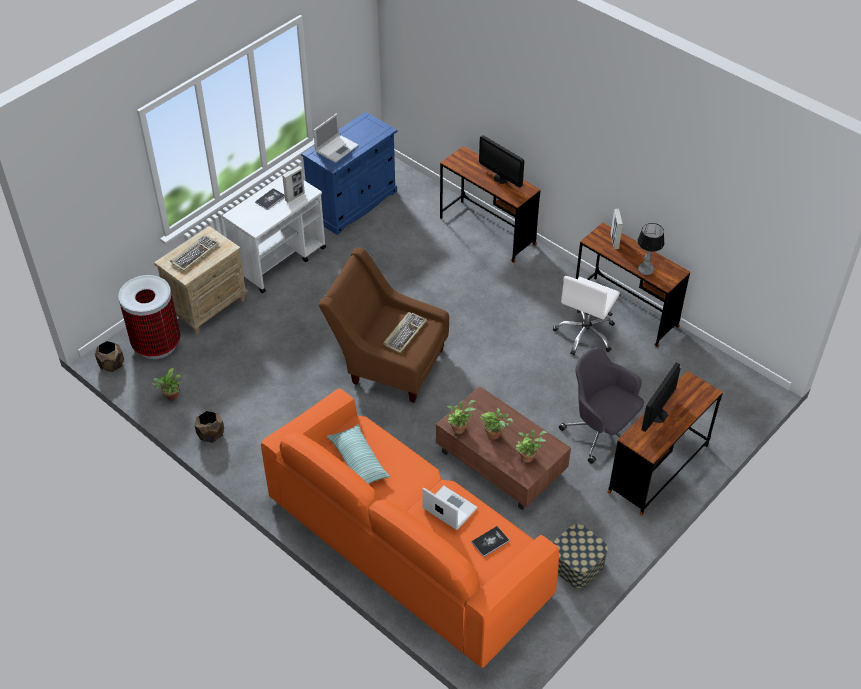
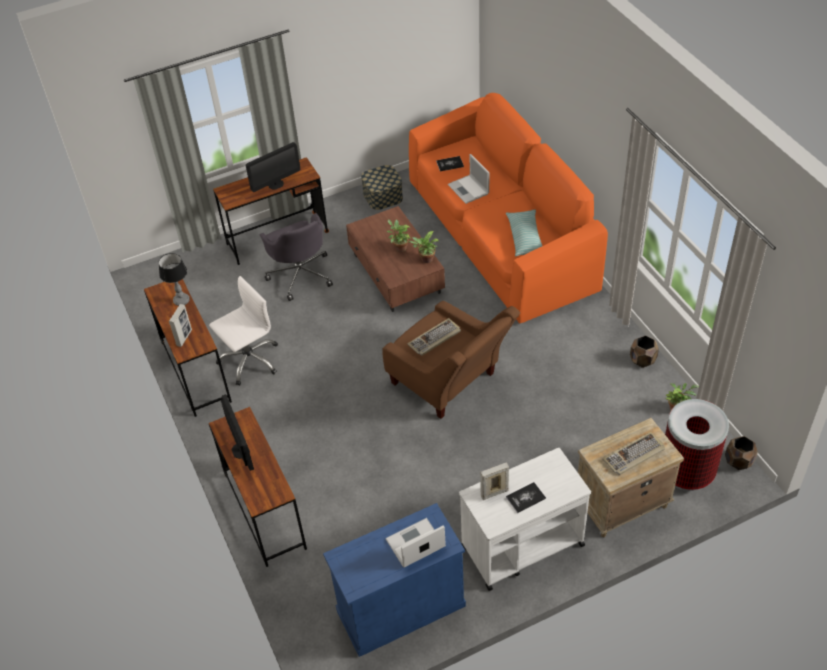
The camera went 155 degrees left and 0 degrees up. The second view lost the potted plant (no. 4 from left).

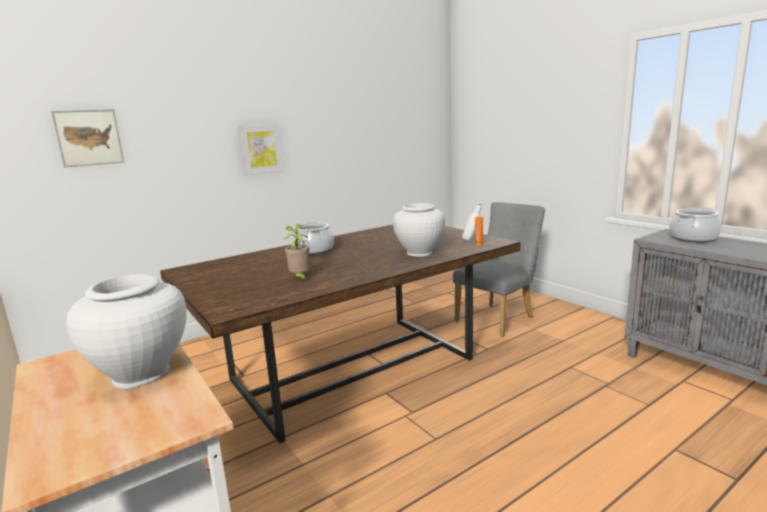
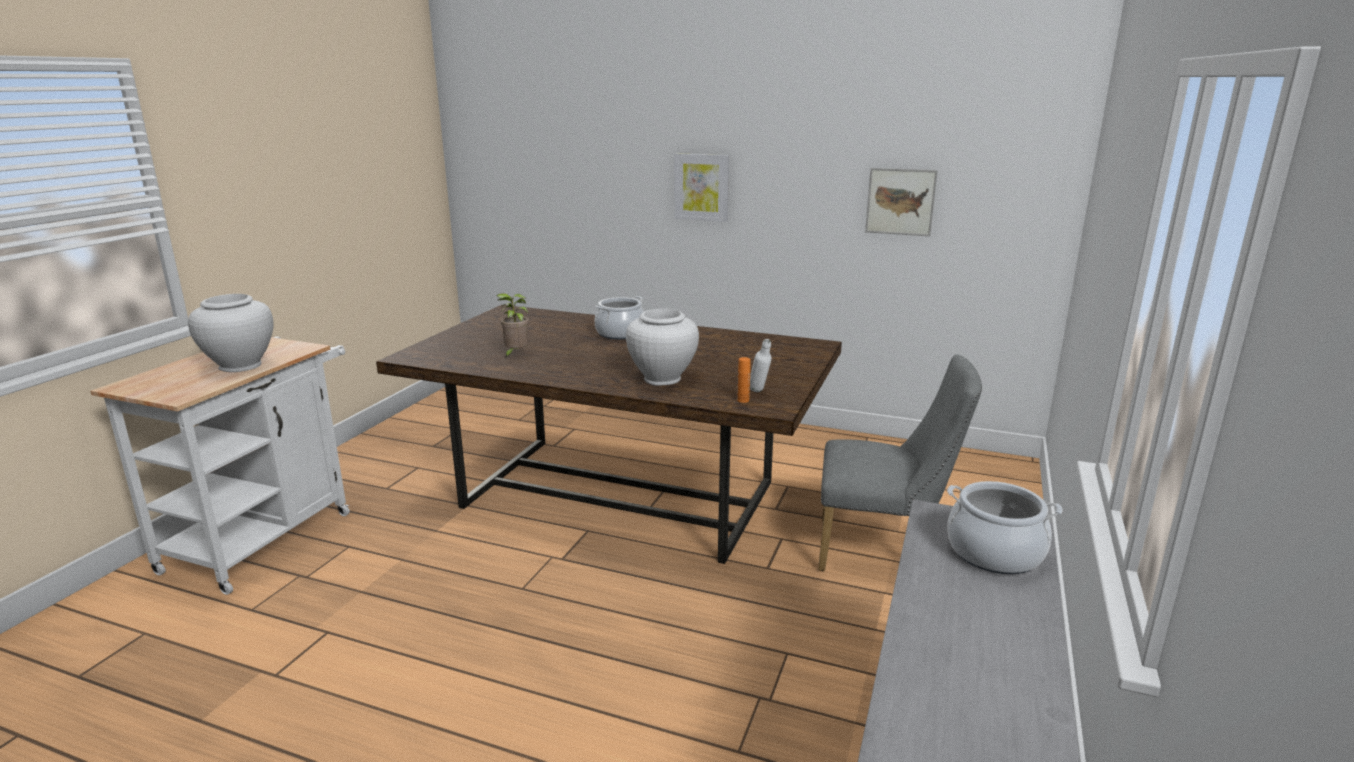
The camera went 55 degrees right and 5 degrees up. The picture (no. 1 from left in the first image) ended up elsewhere.

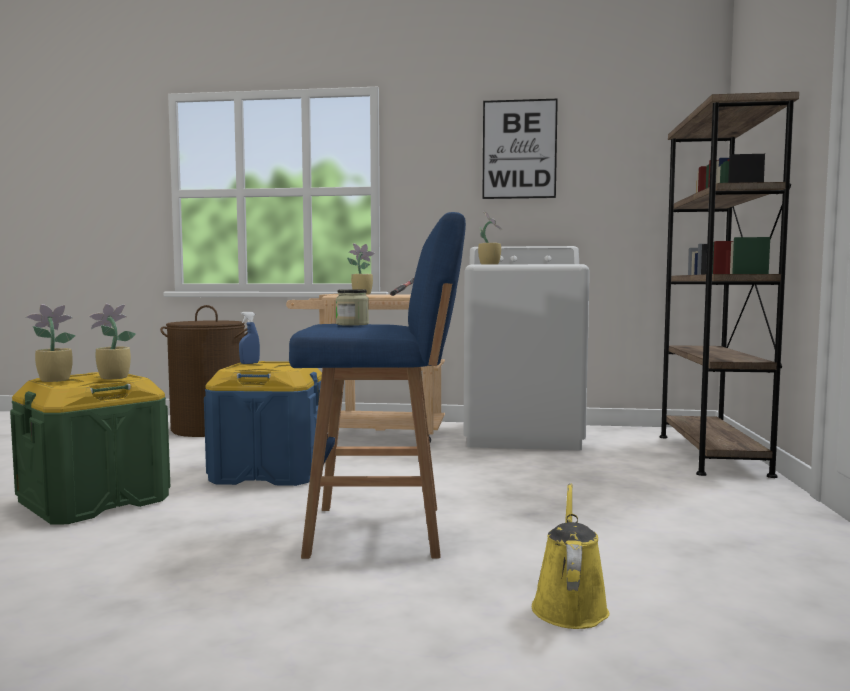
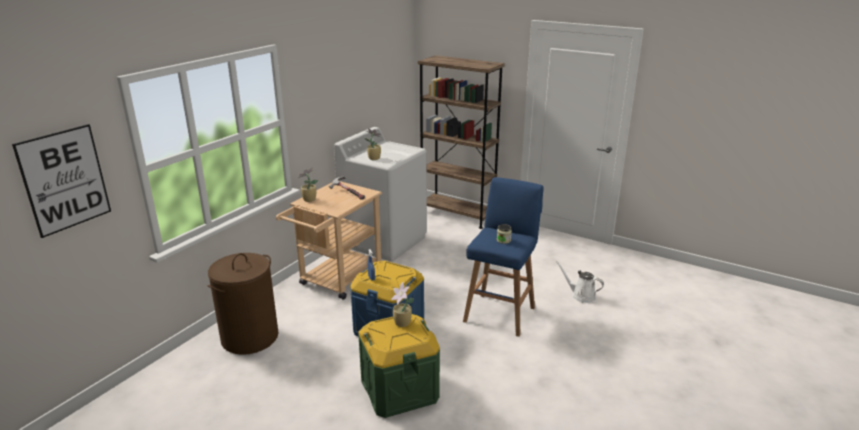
The camera went 65 degrees left and 20 degrees up. The picture ended up elsewhere. The second view lost the potted plant (no. 1 from left). What was the yellow watering can turned into the white watering can.

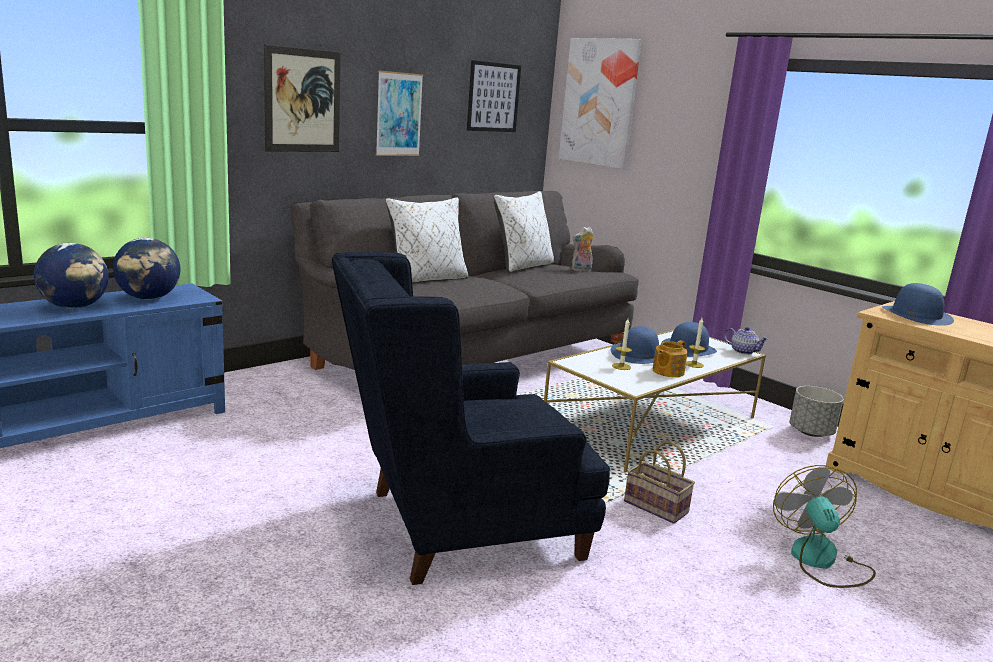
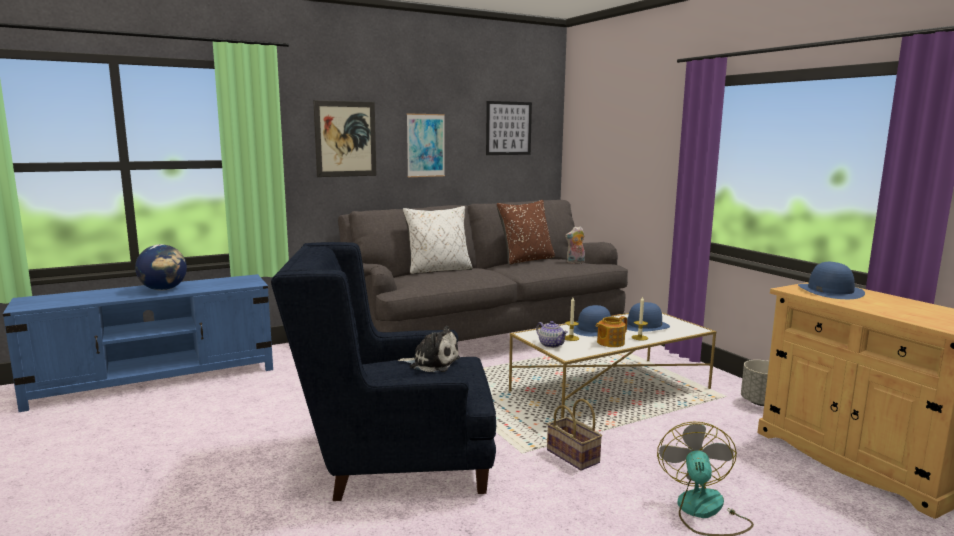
The camera went 15 degrees right and 5 degrees down. The second view lost the picture (no. 4 from left). What was the white pillow (no. 2 from left) turned into the brown pillow. The second view lost the globe (no. 2 from left). The teapot (no. 2 from left in the first image) ended up elsewhere. The second view gained the plush toy (no. 1 from left).

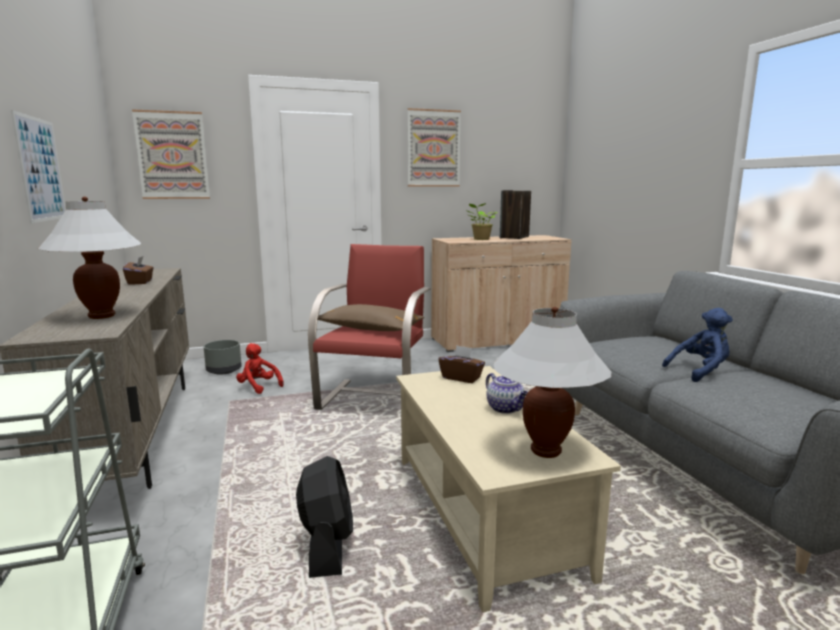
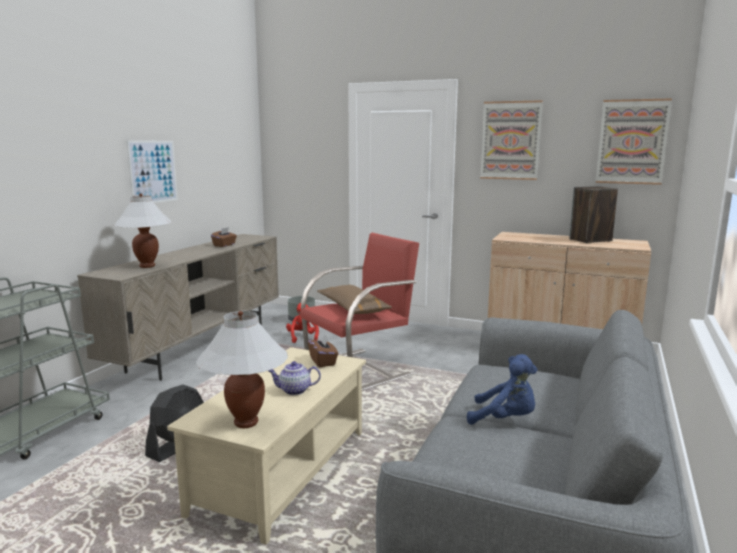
The camera went 40 degrees right and 0 degrees up. The picture (no. 2 from left in the first image) ended up elsewhere. The second view lost the potted plant. The teapot ended up facing another way, 75 degrees clockwise from before.

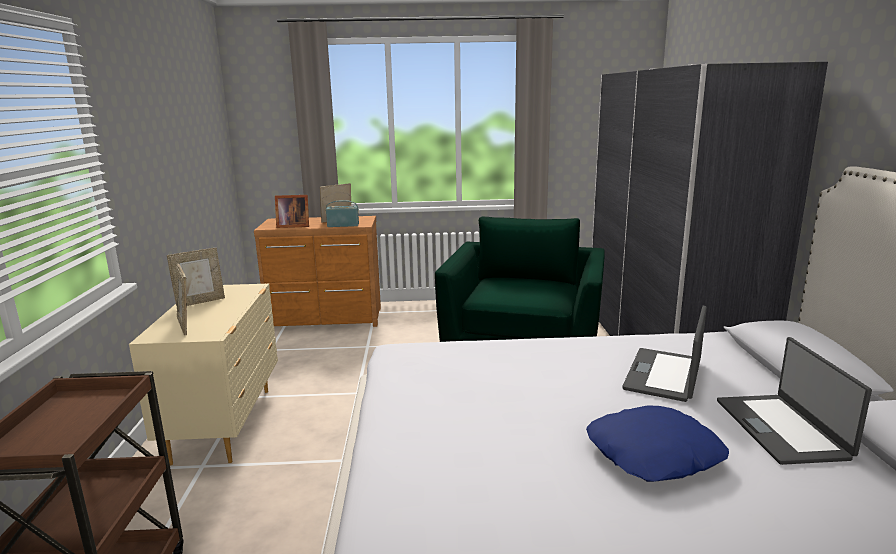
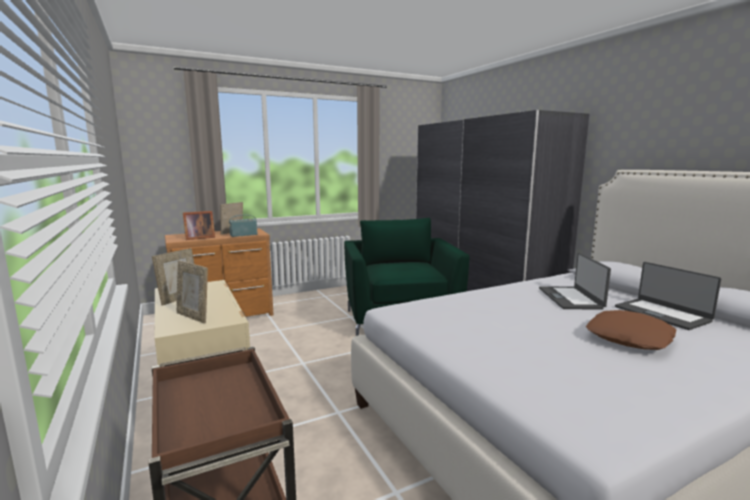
The camera went 25 degrees left and 5 degrees down. What was the blue pillow turned into the brown pillow.

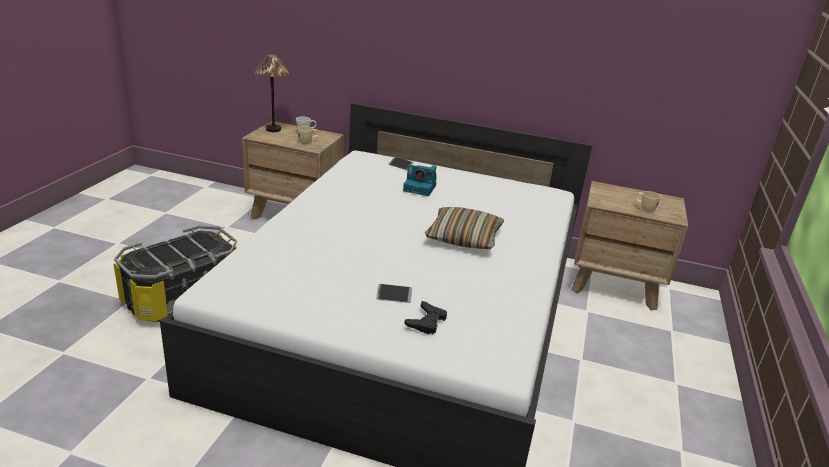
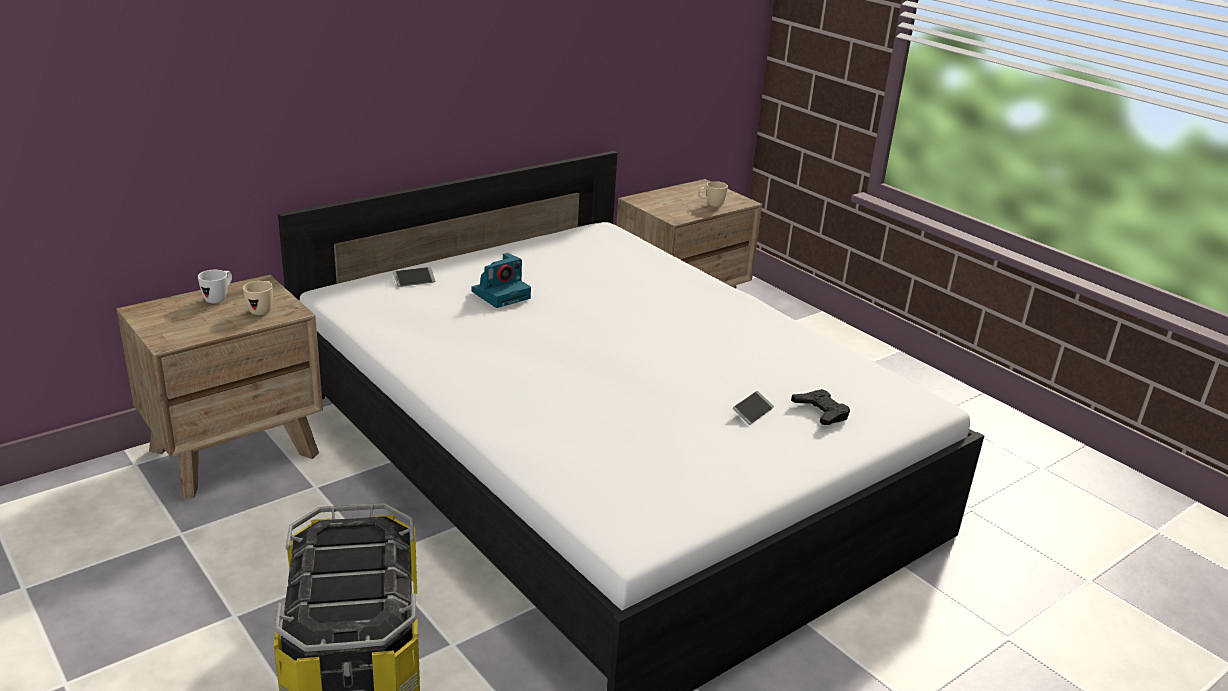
The camera went 55 degrees left and 0 degrees up. The second view lost the table lamp. The second view lost the pillow.

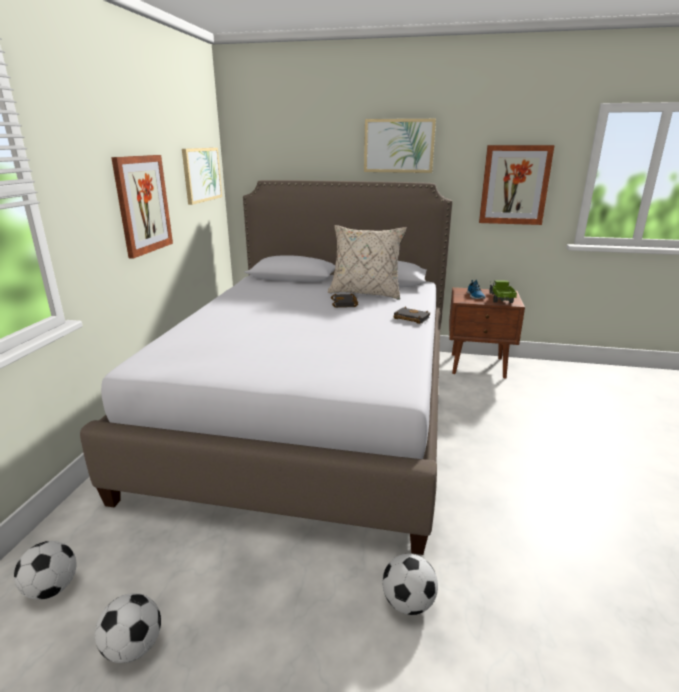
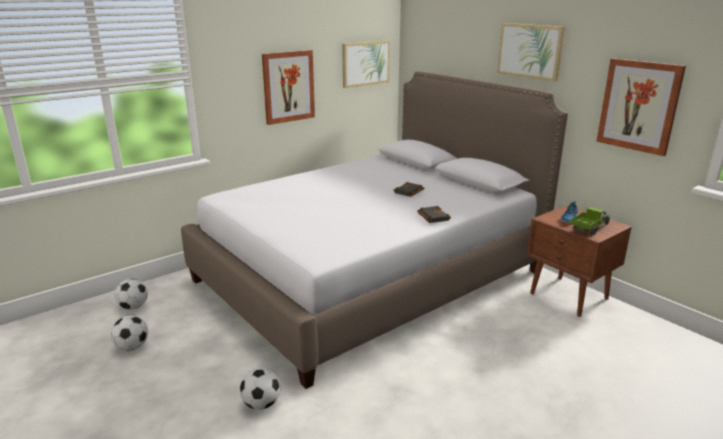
The camera went 40 degrees right and 0 degrees up. The second view lost the beige pillow.

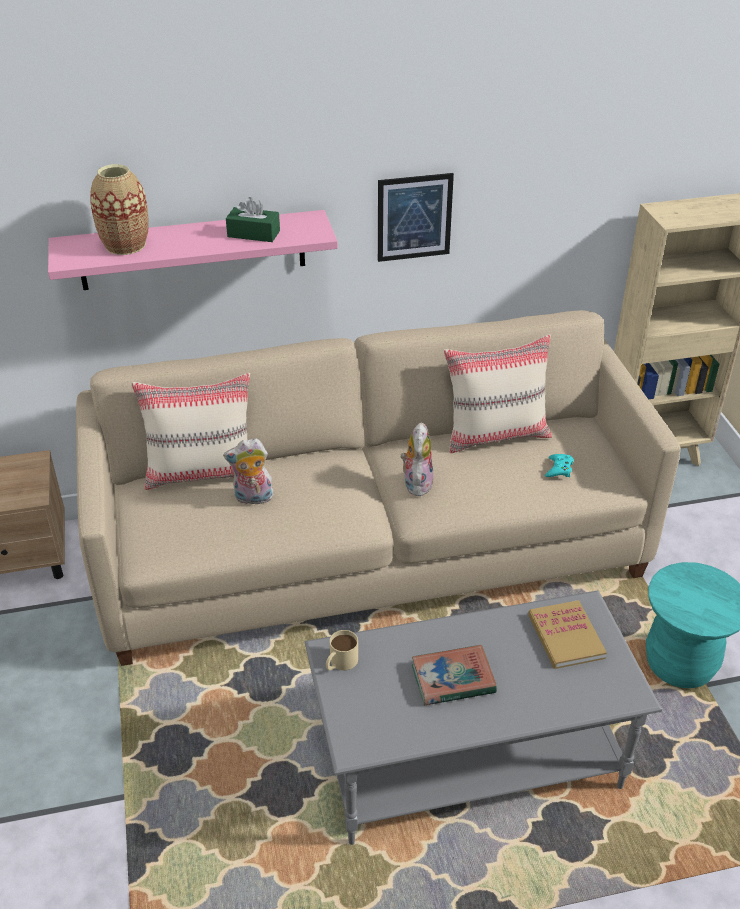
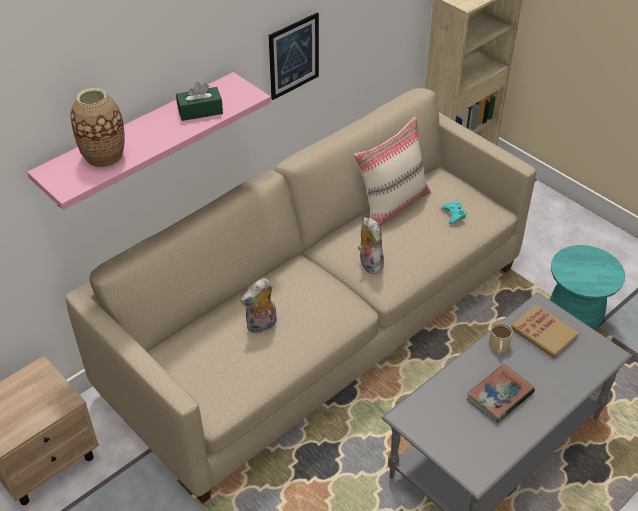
The camera went 30 degrees left and 5 degrees up. The second view lost the beige pillow (no. 1 from left). The beige mug ended up elsewhere.

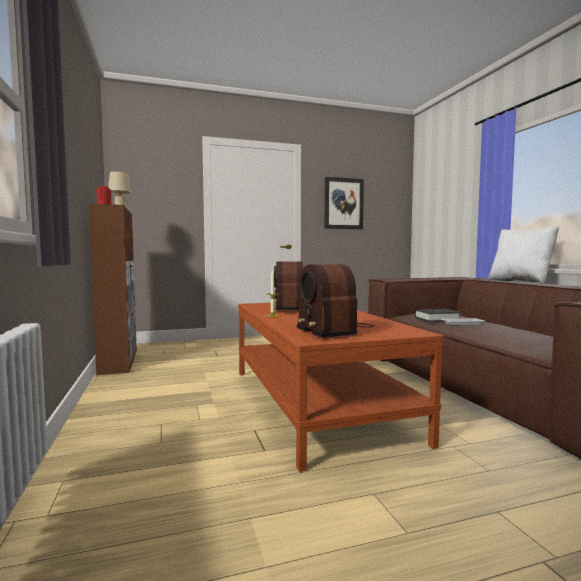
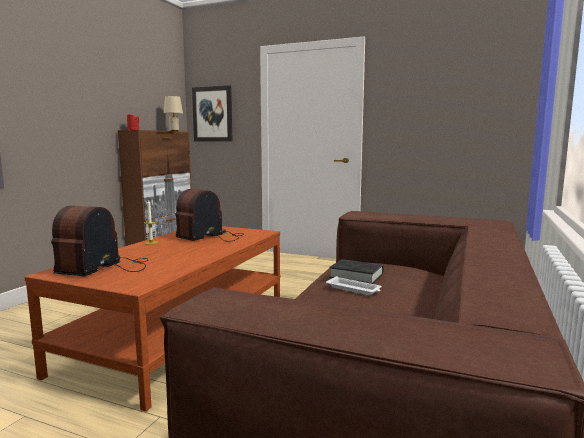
The camera went 40 degrees right and 5 degrees up. The picture ended up elsewhere. The second view lost the white pillow.

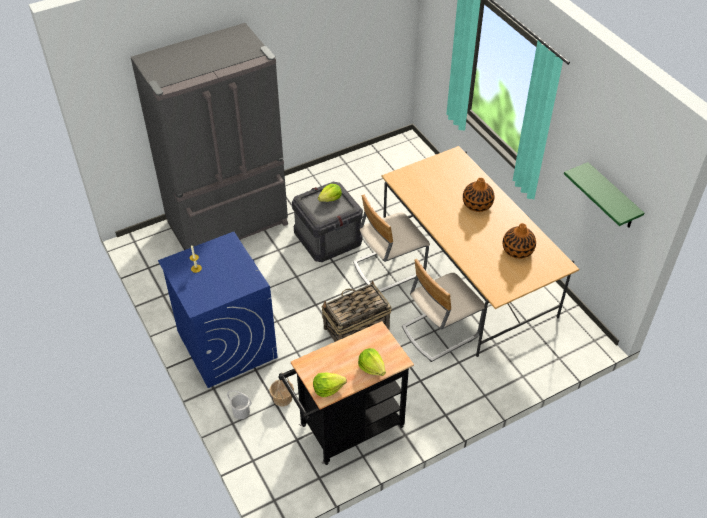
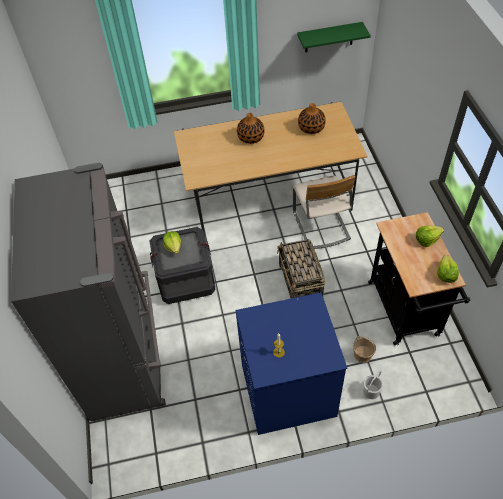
The camera went 70 degrees left and 5 degrees up. The second view lost the beige chair (no. 1 from left).

